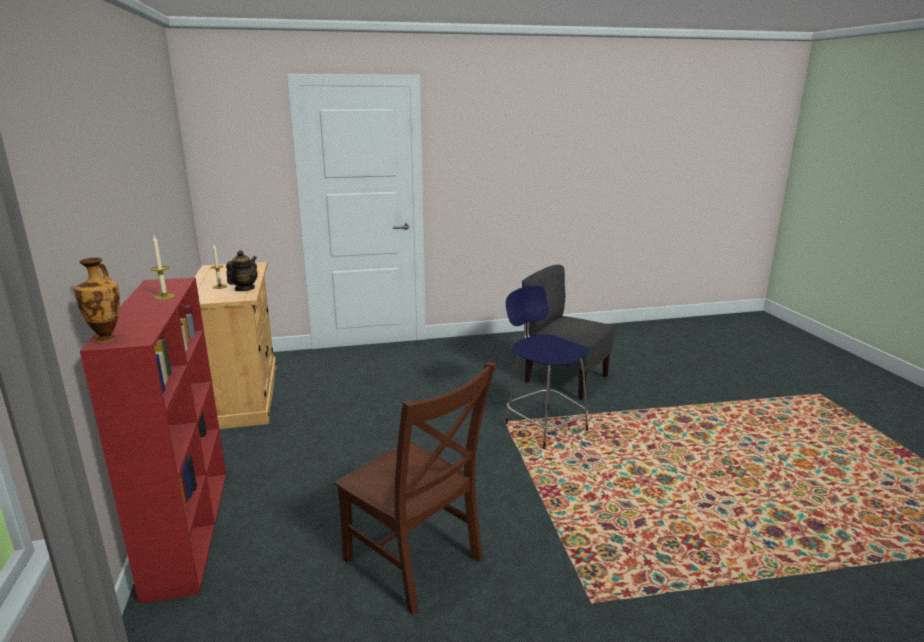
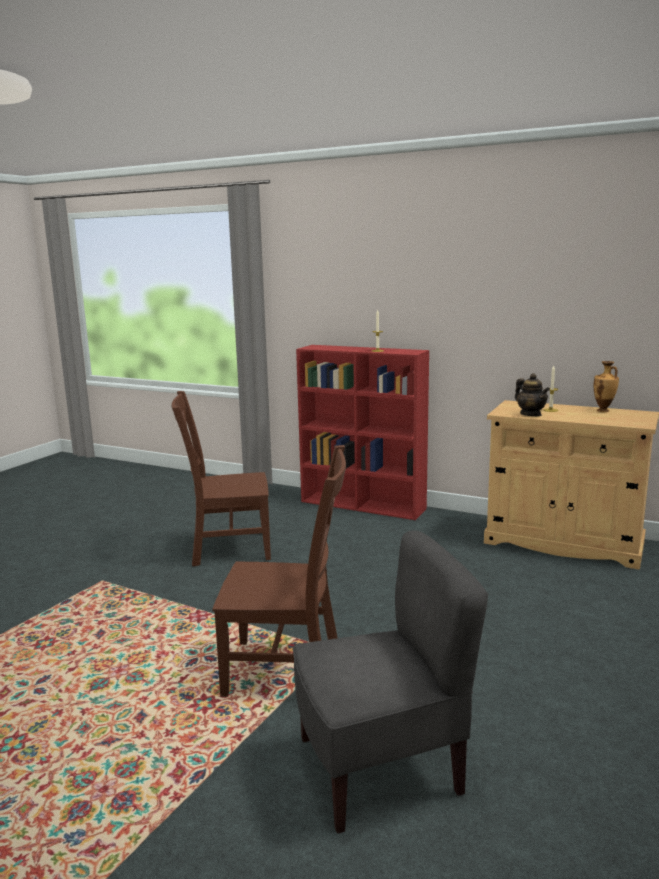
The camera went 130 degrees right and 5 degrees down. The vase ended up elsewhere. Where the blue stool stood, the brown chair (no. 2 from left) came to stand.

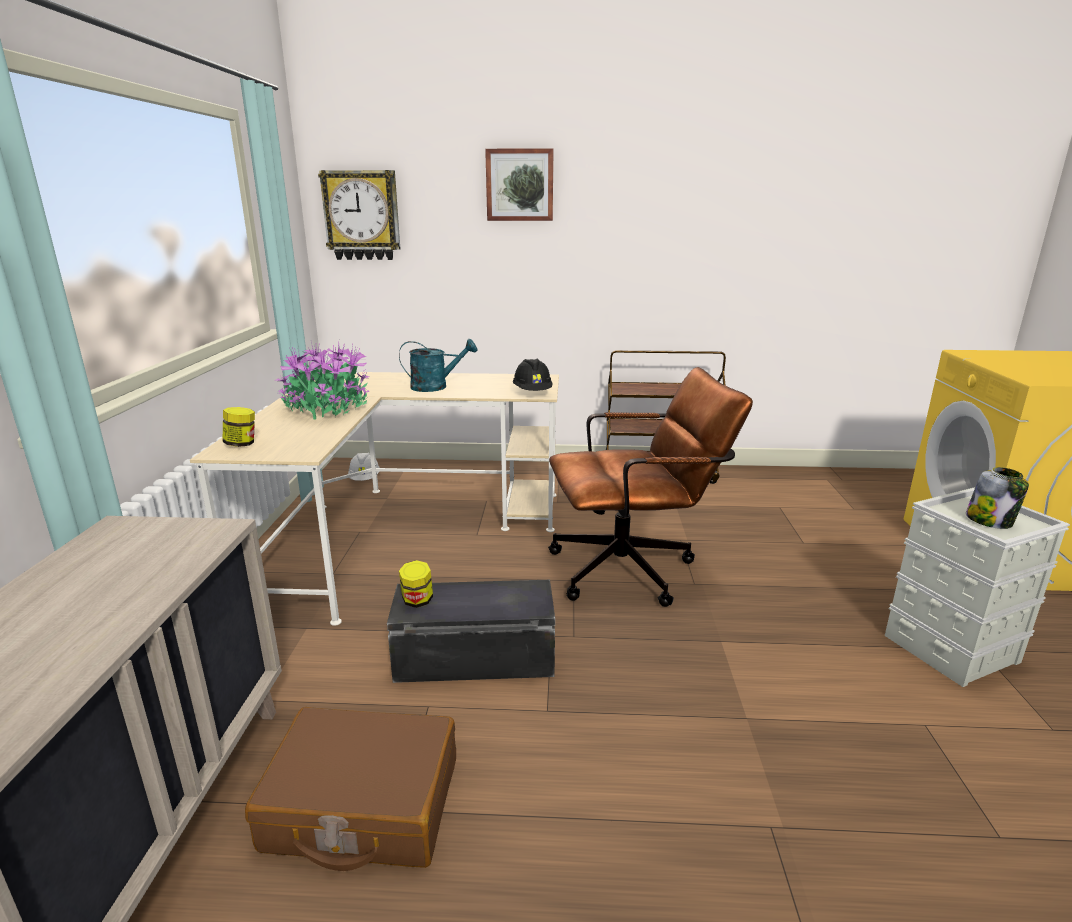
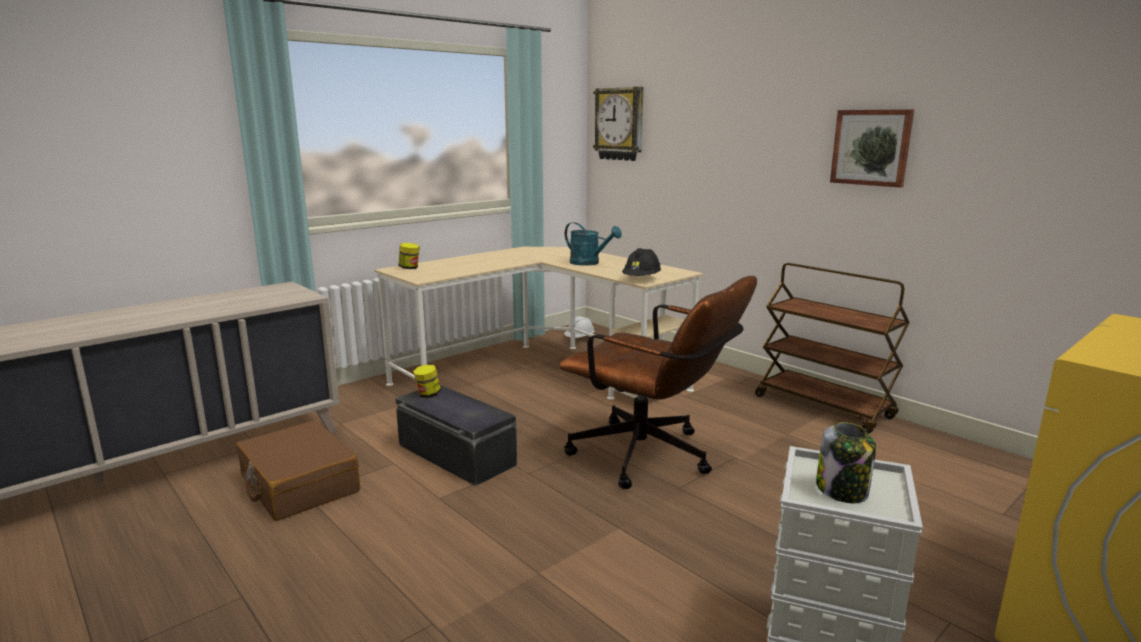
The camera went 45 degrees right and 5 degrees down. The picture ended up elsewhere. The second view lost the potted plant.

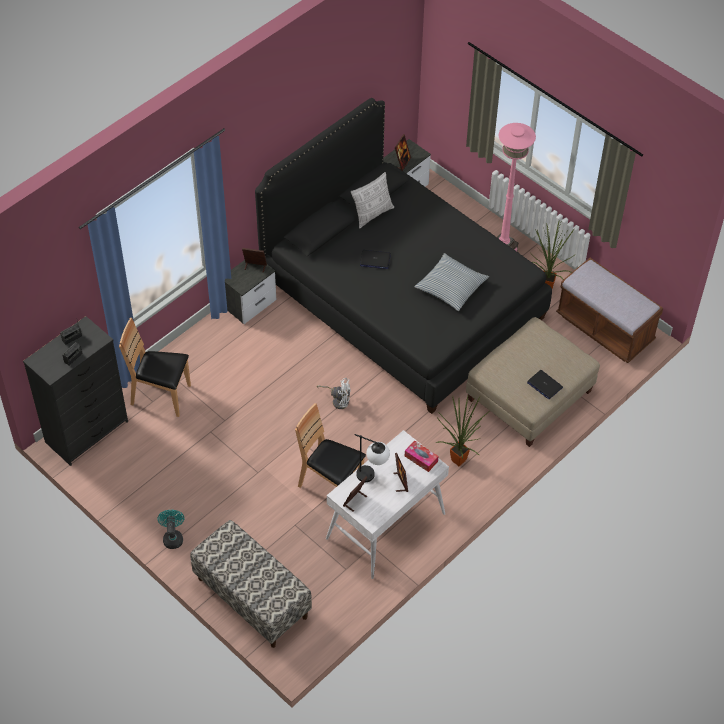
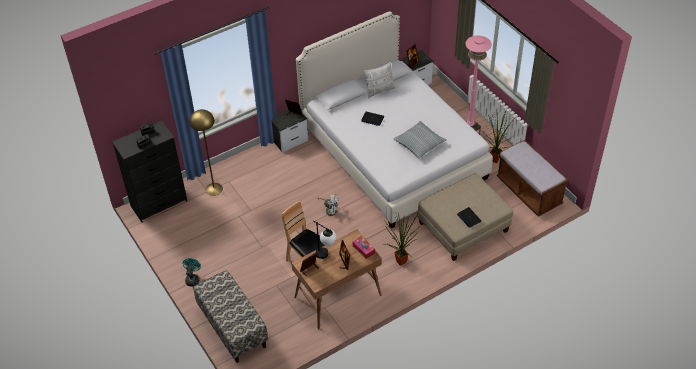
The camera went 15 degrees right and 5 degrees down. What was the black bed turned into the white bed. Where the brown chair (no. 1 from left) stood, the yellow floor lamp came to stand. What was the white desk turned into the brown desk.

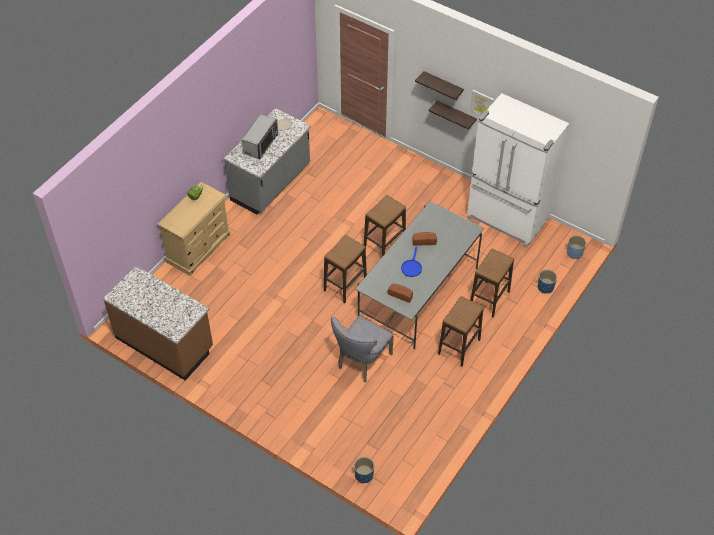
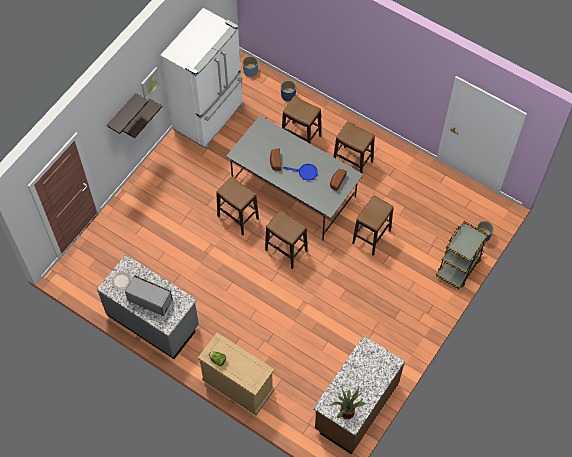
The camera went 90 degrees left and 10 degrees up. Where the grey chair stood, the stool (no. 5 from left) came to stand. The second view gained the brown cart. The second view gained the potted plant.

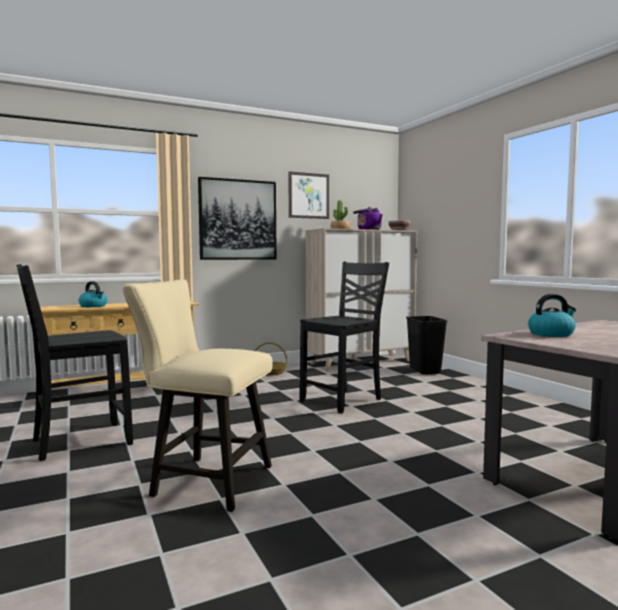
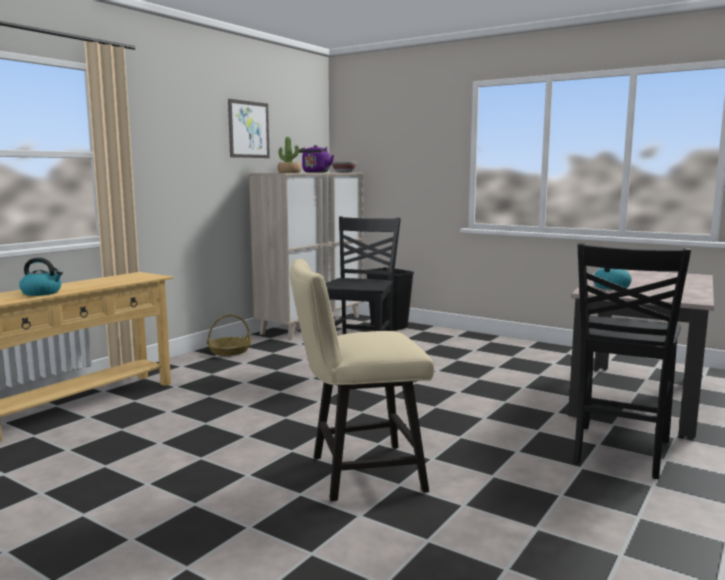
The camera went 30 degrees left and 5 degrees up. The second view lost the picture (no. 1 from left). The black chair (no. 1 from left in the first image) ended up elsewhere.

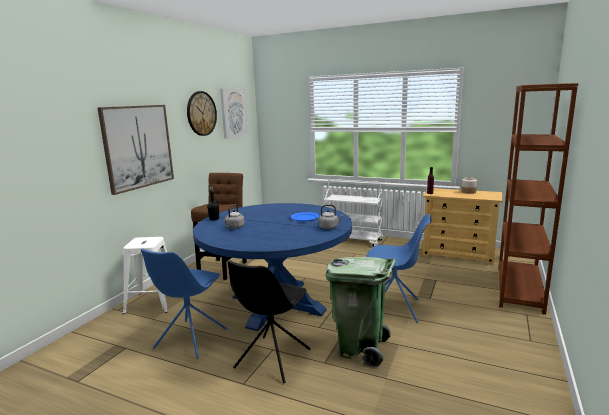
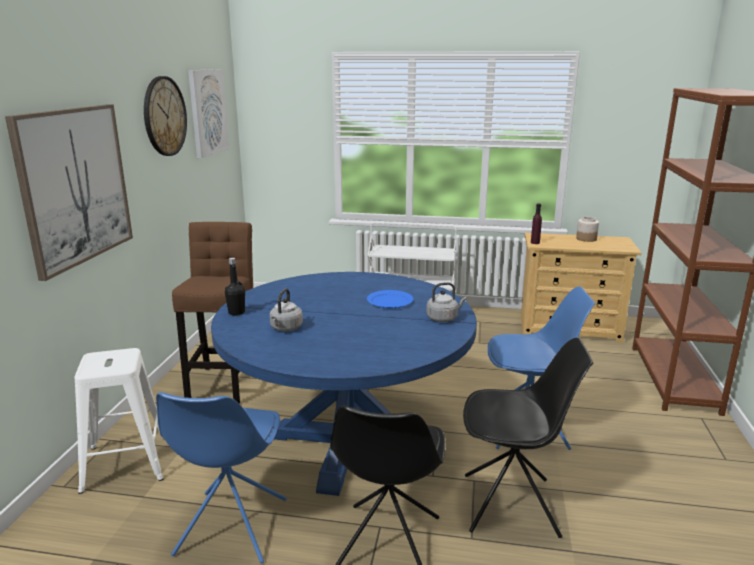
The camera went 15 degrees left and 5 degrees up. Where the green trash can stood, the black chair (no. 2 from left) came to stand.

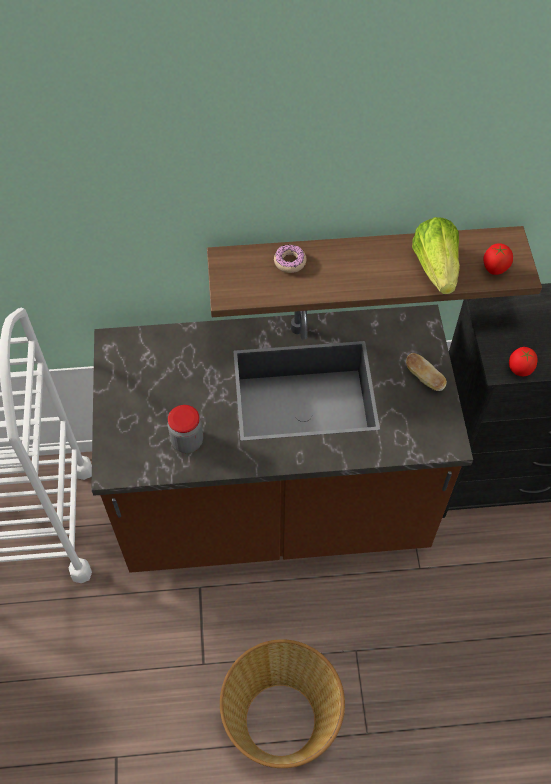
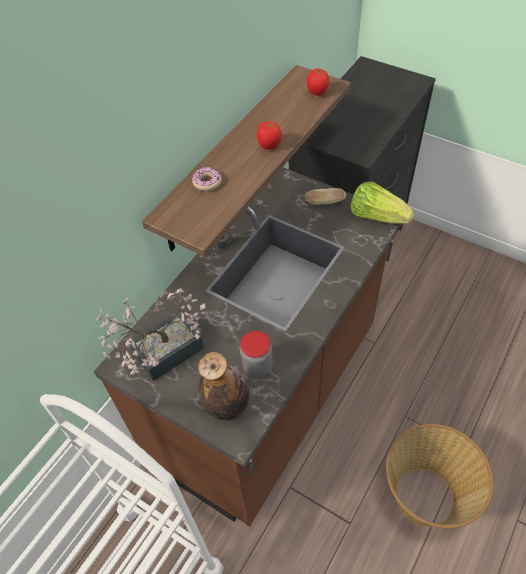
The camera went 50 degrees left and 5 degrees down. The lettuce ended up elsewhere. The tomato (no. 2 from left in the first image) ended up elsewhere. The second view gained the potted plant. The second view gained the bottle.

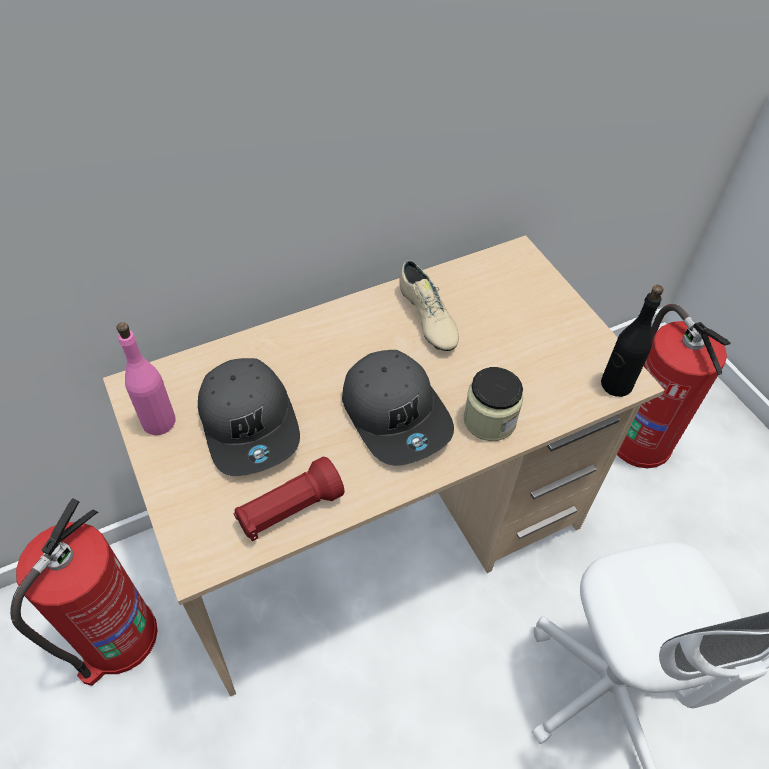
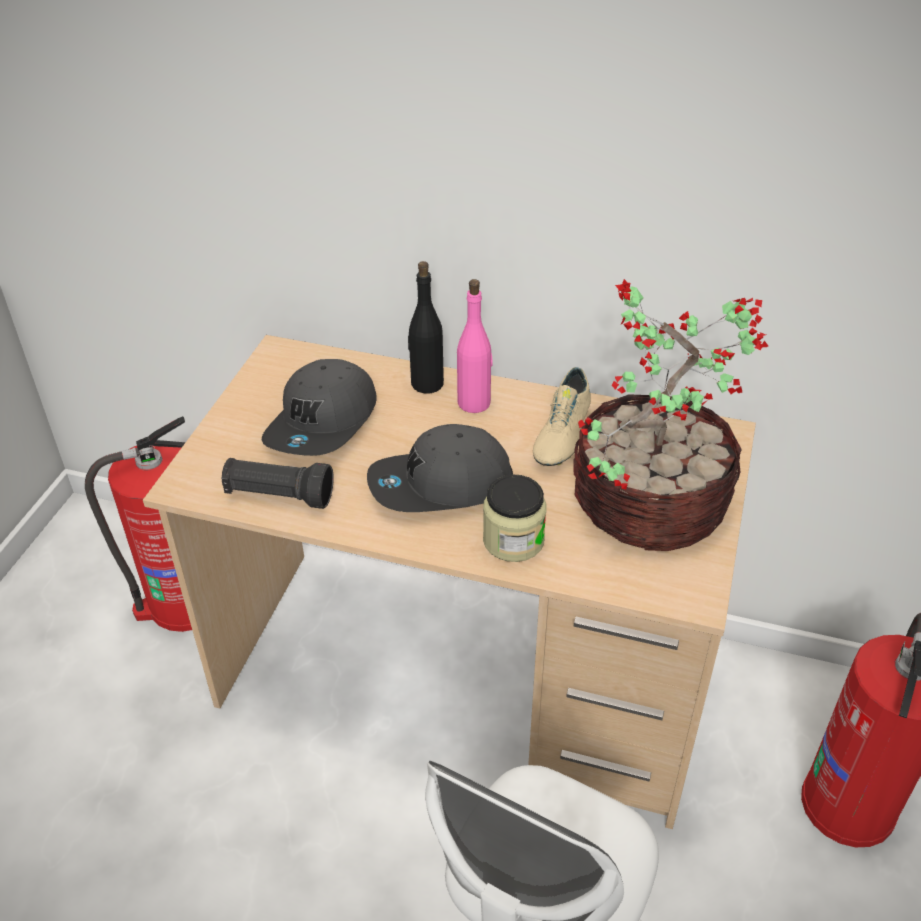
The camera went 45 degrees right and 10 degrees down. The black bottle ended up elsewhere. The pink bottle ended up elsewhere. The grey cap (no. 2 from left) ended up facing another way, 60 degrees clockwise from before. What was the red flashlight turned into the black flashlight. The second view gained the potted plant.

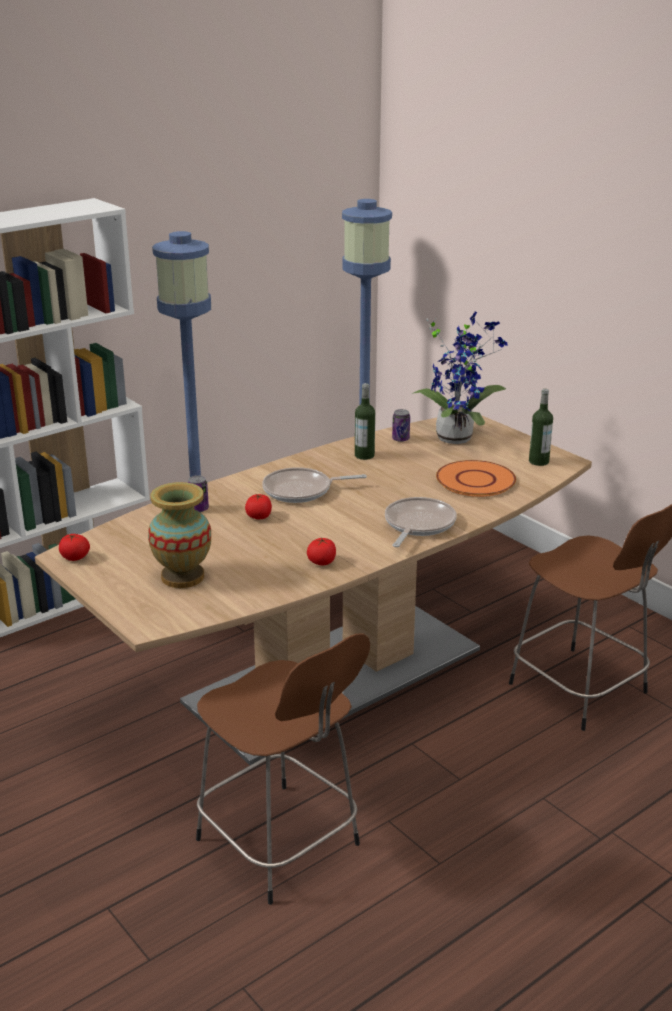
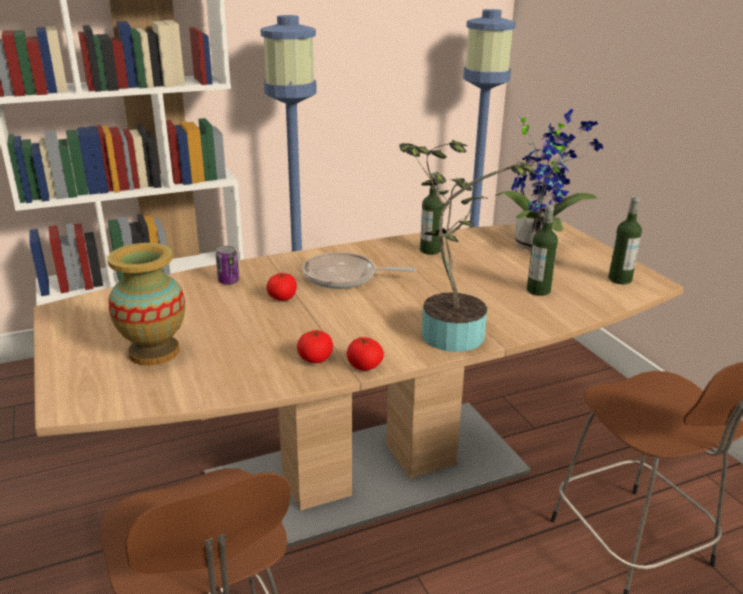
The camera went 15 degrees right and 0 degrees up. The second view lost the can (no. 2 from left). Where the orange plate stood, the bottle (no. 2 from left) came to stand. Where the frying pan (no. 2 from left) stood, the potted plant (no. 1 from left) came to stand. The tomato (no. 1 from left in the first image) ended up elsewhere.

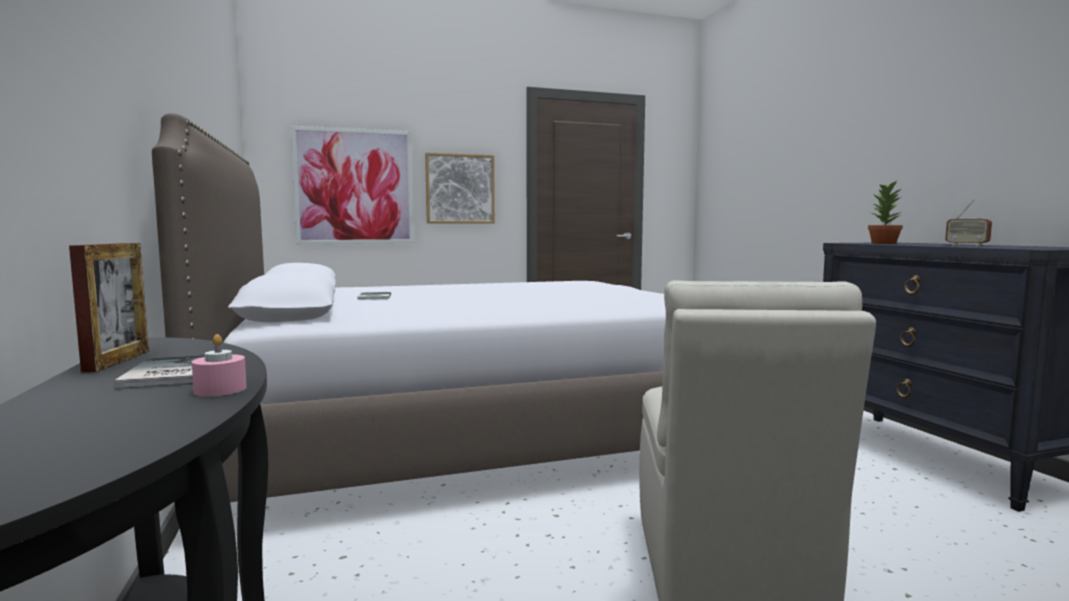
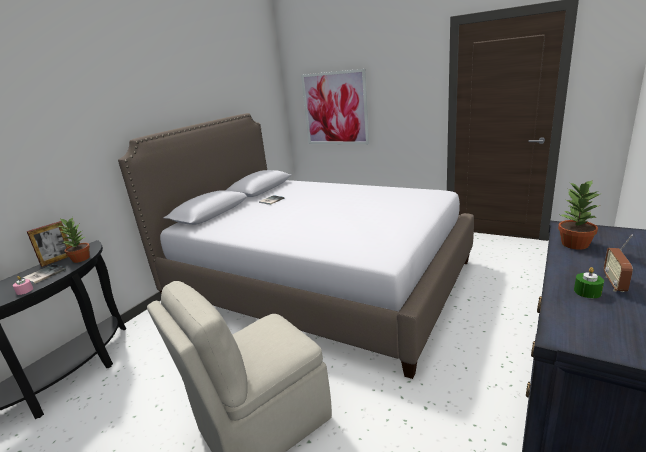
The camera went 50 degrees right and 15 degrees up. The second view lost the picture (no. 2 from left). The second view gained the potted plant (no. 1 from left). The second view gained the green candle.

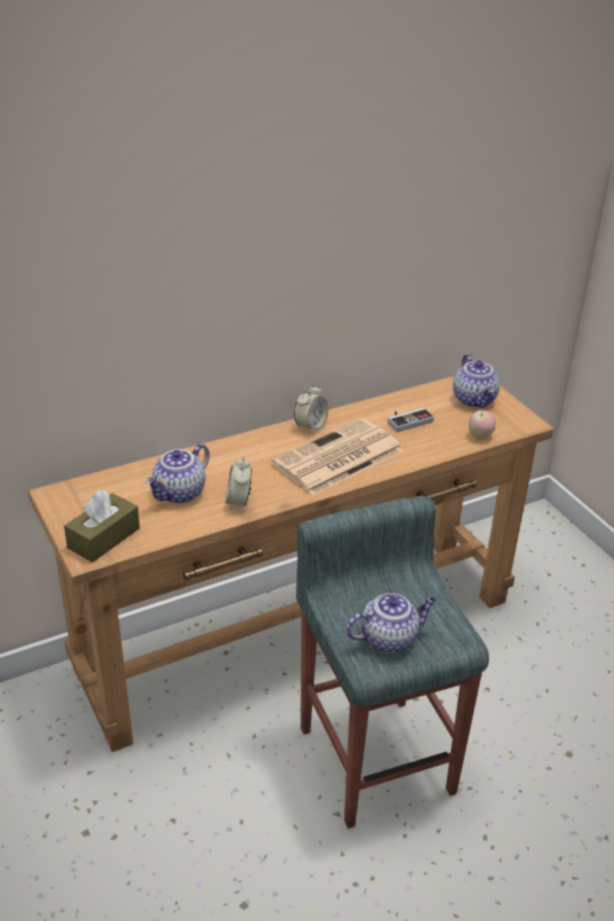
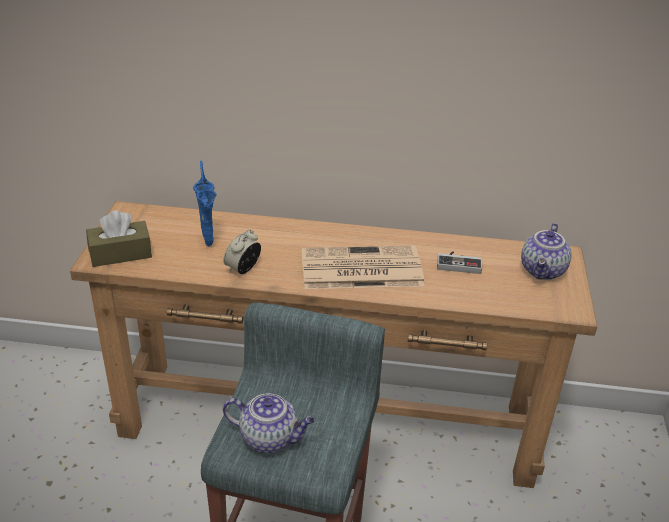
The camera went 35 degrees right and 0 degrees up. The second view lost the alarm clock (no. 2 from left). The second view lost the apple. Where the teapot (no. 1 from left) stood, the blue vase came to stand.

